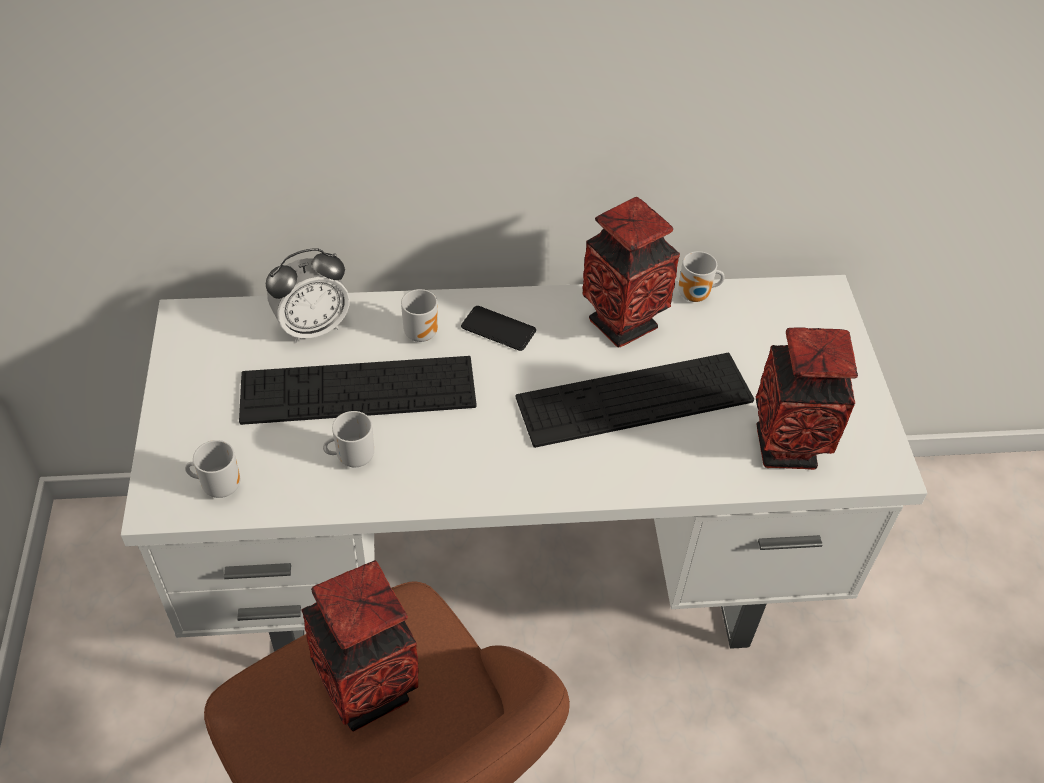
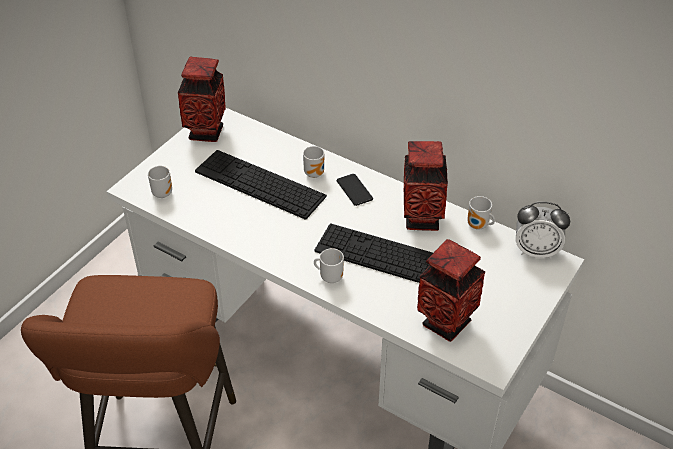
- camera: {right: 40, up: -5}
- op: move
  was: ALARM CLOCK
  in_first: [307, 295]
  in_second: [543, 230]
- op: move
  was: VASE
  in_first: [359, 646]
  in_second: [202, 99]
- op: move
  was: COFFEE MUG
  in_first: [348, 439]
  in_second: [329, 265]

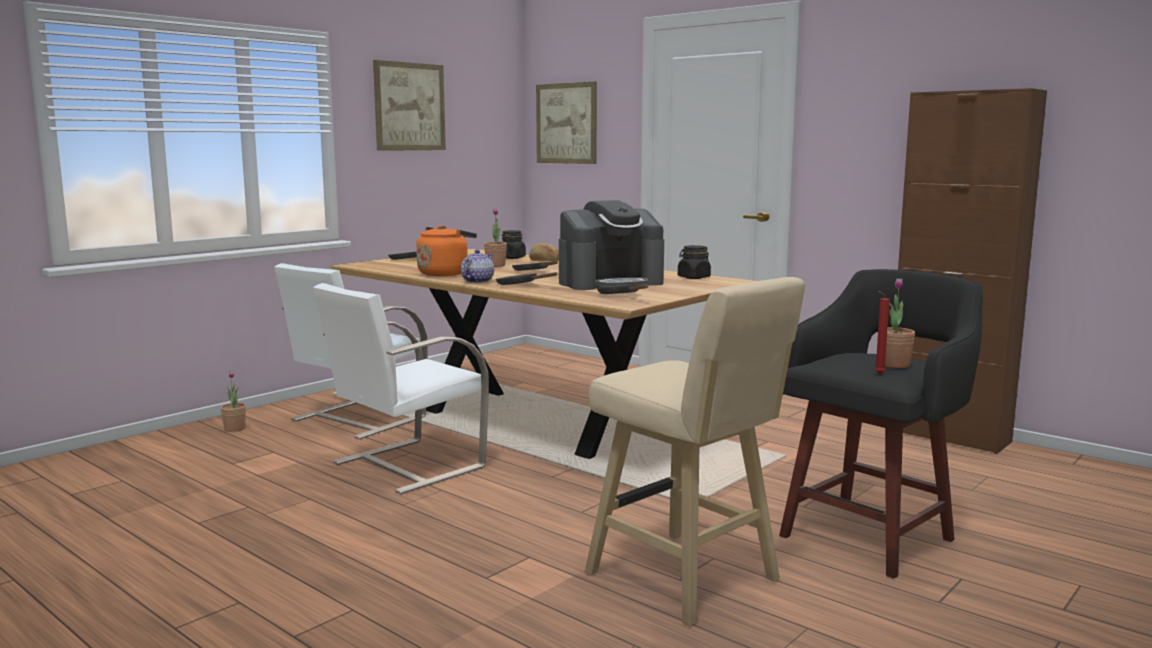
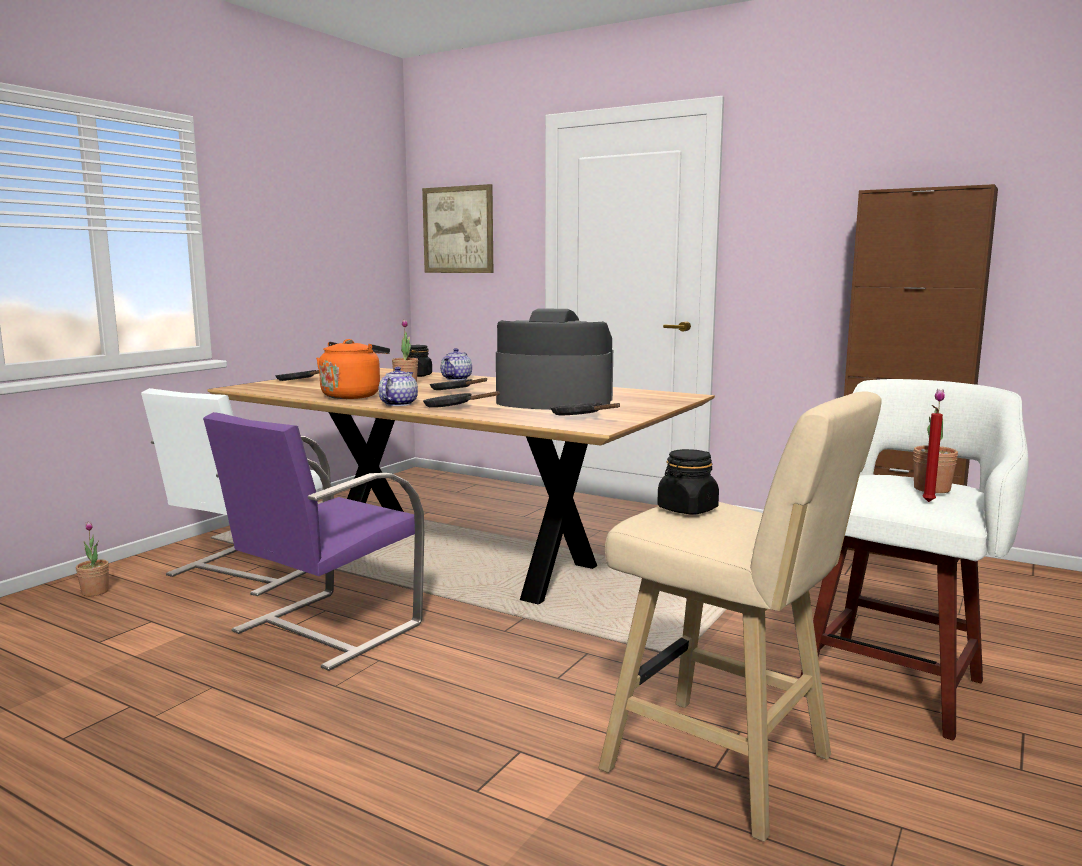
- camera: {right: -10, up: 0}
- op: delete
  was: PICTURE
  in_first: [409, 105]
- op: move
  was: BLACKISH JAR
  in_first: [694, 262]
  in_second: [688, 481]
- op: replace
  was: BAKED BREAD
  now: TEAPOT
  in_first: [544, 252]
  in_second: [456, 364]
- op: recolor
  was: WHITE CHAIR
  now: PURPLE-COLOURED CHAIR
  in_first: [401, 388]
  in_second: [313, 541]
- op: recolor
  was: BLACKISH STOOL SEAT
  now: WHITE STOOL SEAT
  in_first: [881, 424]
  in_second: [914, 560]
- op: rotate
  was: COFFEE BREWER
  in_first: [611, 245]
  in_second: [554, 359]
  clockwise: -135

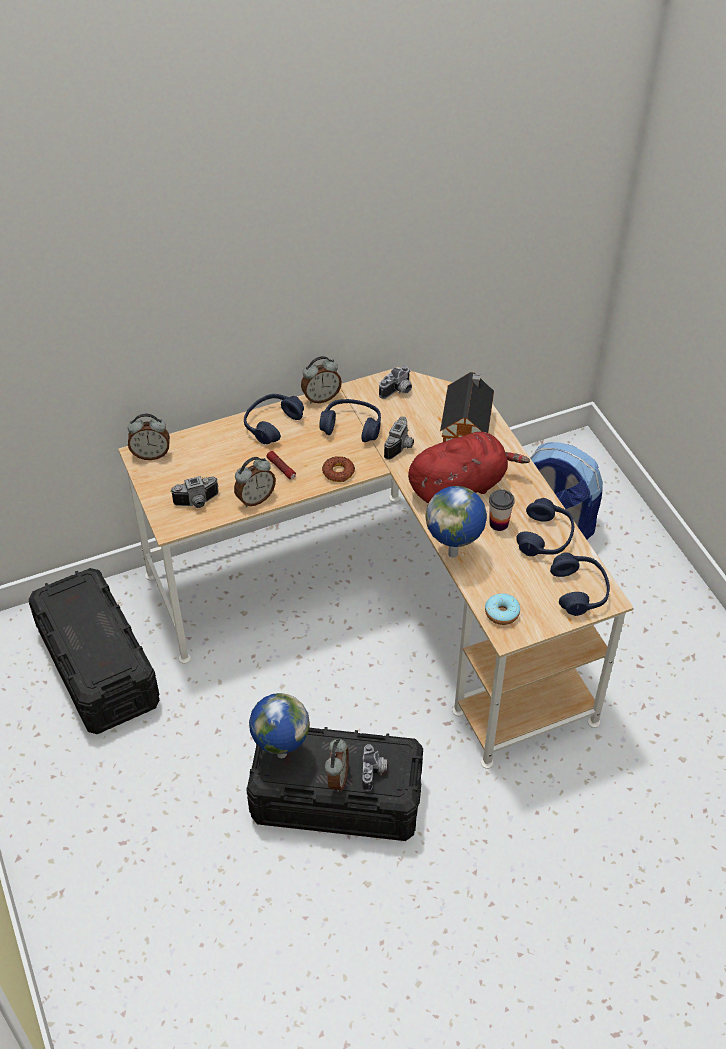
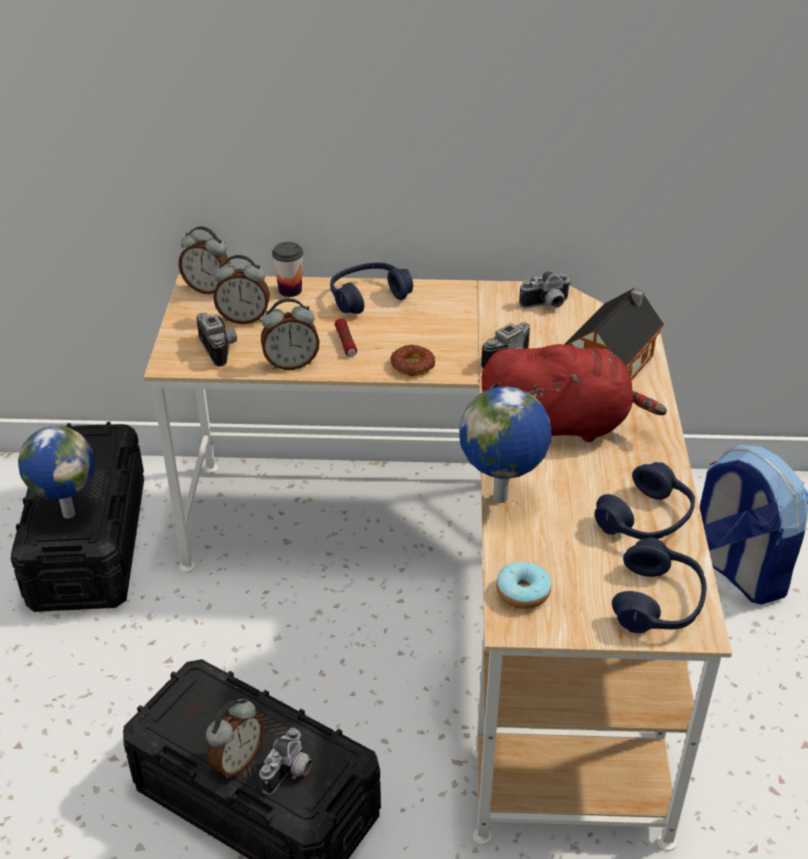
- camera: {right: 25, up: -10}
- op: delete
  was: BLUE-COLOURED HEADSET
  in_first: [350, 420]
- op: move
  was: GLOBE
  in_first: [279, 725]
  in_second: [56, 472]
- op: move
  was: ALARM CLOCK
  in_first: [321, 379]
  in_second: [241, 289]
- op: move
  was: DRINKING CUP
  in_first: [502, 510]
  in_second: [287, 269]
- op: rotate
  was: STILL CAMERA
  in_first: [194, 492]
  in_second: [216, 340]
  clockwise: -120

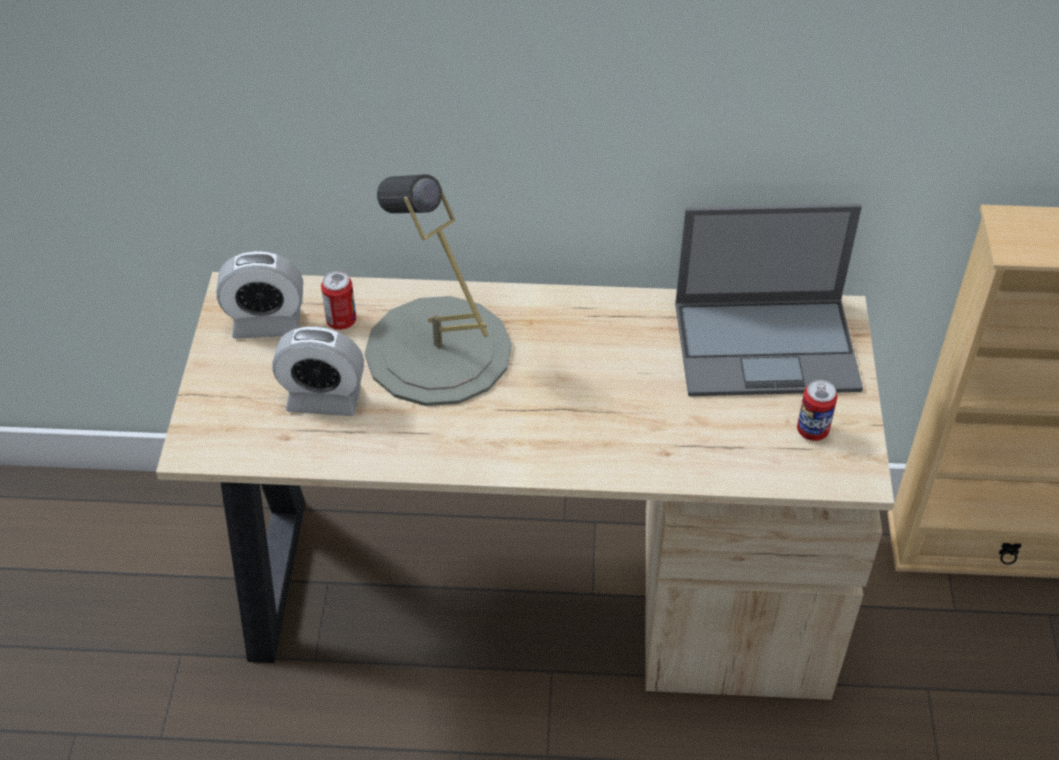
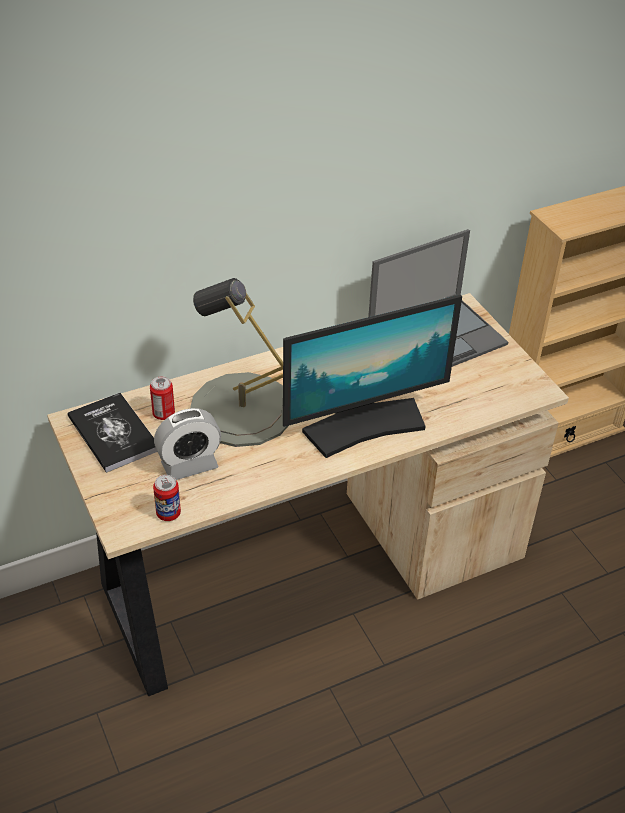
- camera: {right: -30, up: -5}
- op: insert
  now: COMPUTER DISPLAY
  in_second: [372, 376]
- op: move
  was: METAL CAN
  in_first: [817, 410]
  in_second: [167, 498]
- op: replace
  was: ALARM CLOCK
  now: VOLUME
  in_first: [260, 295]
  in_second: [112, 433]

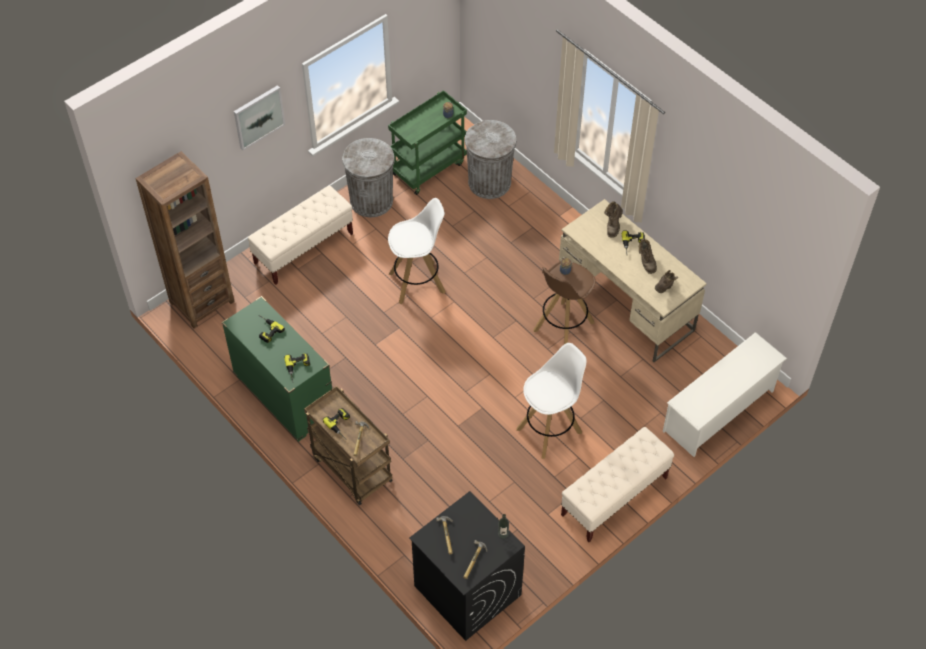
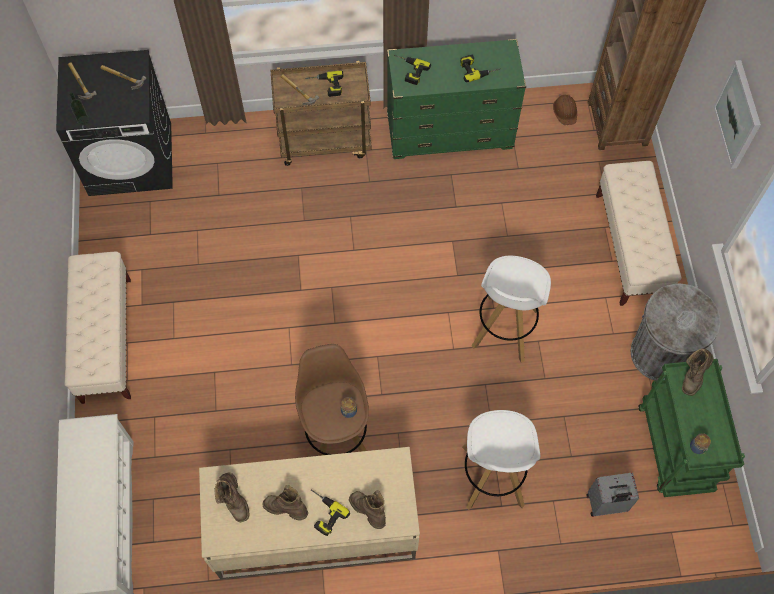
- camera: {right: 125, up: 10}
- op: insert
  now: BROWN HARD HAT
  in_second: [565, 110]
- op: insert
  now: BROWN HIGH-TOP BOOT
  in_second: [698, 372]
- op: move
  was: WHITE STOOL SEAT
  in_first: [551, 401]
  in_second: [501, 460]
- op: replace
  was: GREY WASTE BIN
  now: GREY PIECE OF LUGGAGE
  in_first: [491, 159]
  in_second: [612, 495]

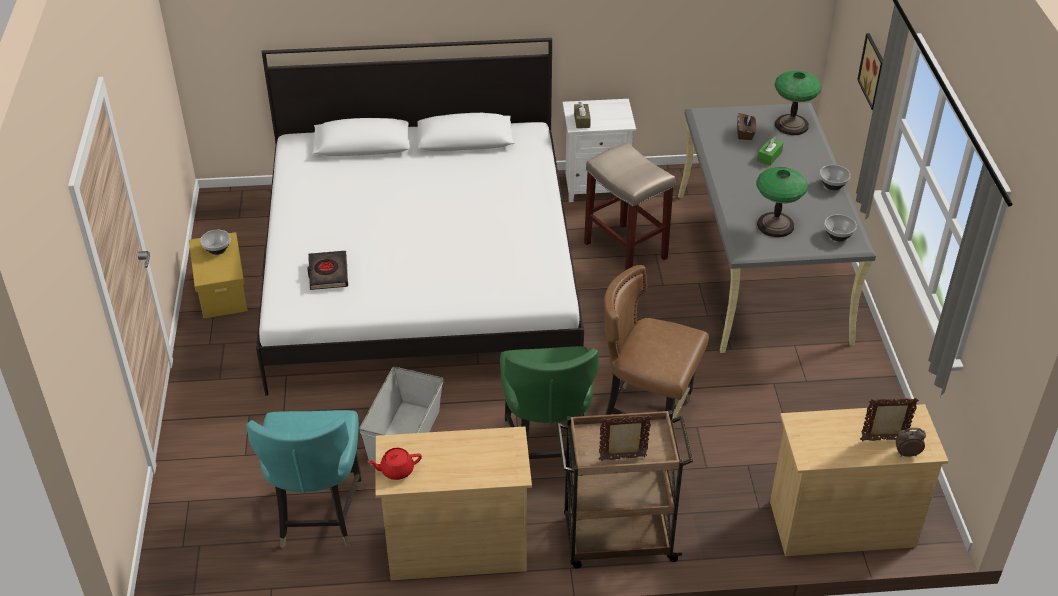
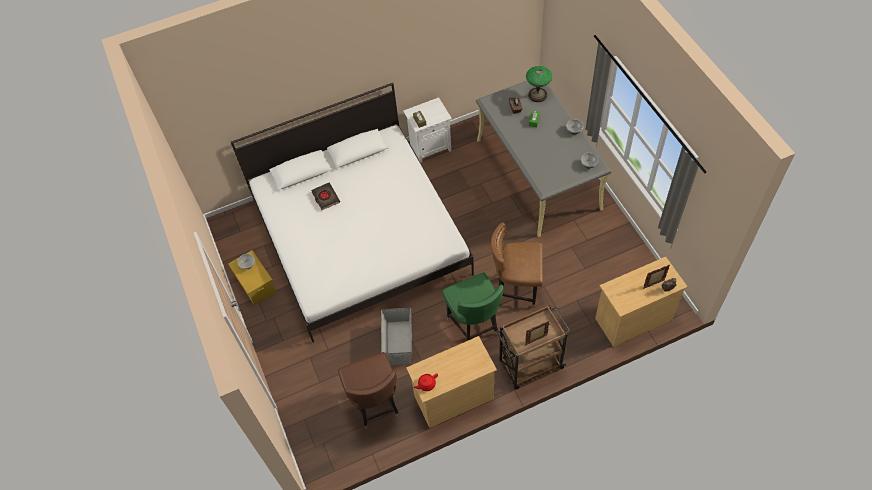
- camera: {right: -15, up: 15}
- op: delete
  was: BEIGE-COLOURED STOOL SEAT
  in_first: [629, 206]
- op: delete
  was: TABLE LAMP
  in_first: [782, 202]
- op: delete
  was: PICTURE
  in_first: [870, 71]
- op: move
  was: BLACKISH VOLUME
  in_first: [328, 270]
  in_second: [325, 196]
- op: recolor
  was: TURQUOISE CHAIR
  now: BROWN CHAIR
  in_first: [304, 479]
  in_second: [369, 390]

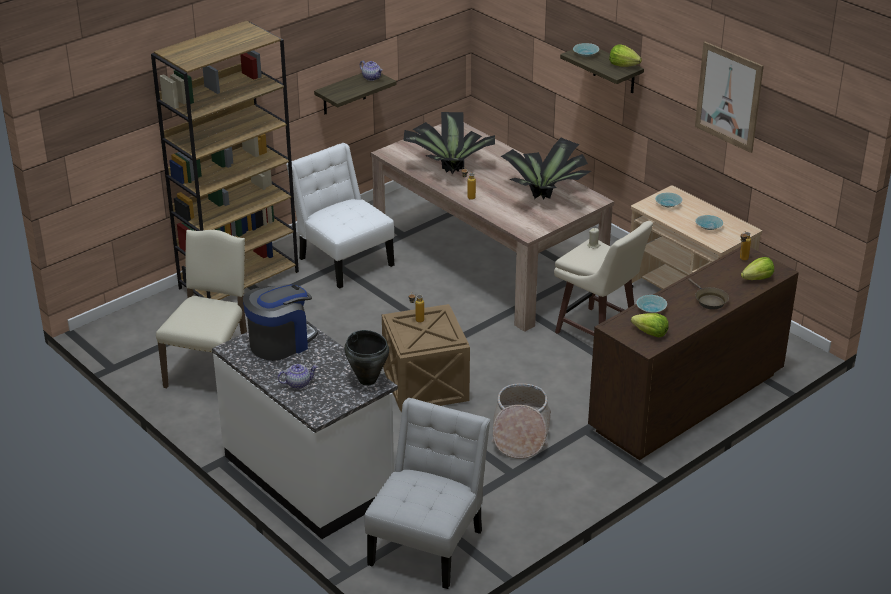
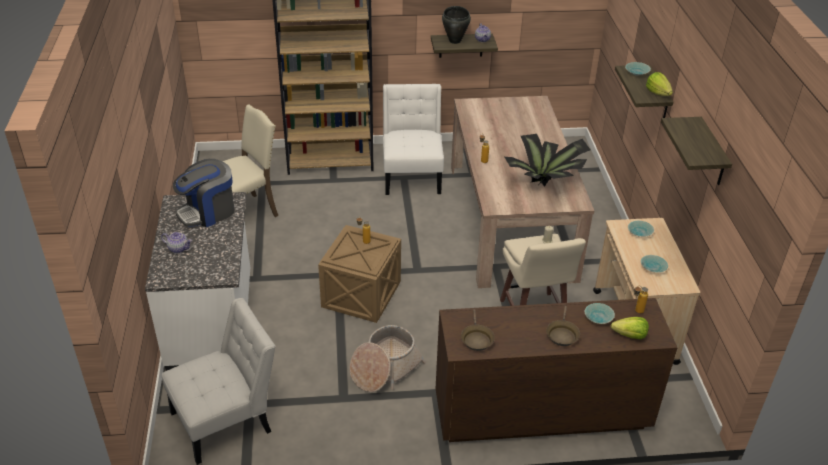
- camera: {right: 35, up: 5}
- op: delete
  was: POTTED PLANT
  in_first: [449, 143]
- op: move
  was: BLACKISH SAUCEPOT
  in_first: [366, 357]
  in_second: [456, 25]
- op: move
  was: TURQUOISE BOWL
  in_first: [651, 304]
  in_second: [600, 313]
- op: replace
  was: HEAD OF LETTUCE
  now: BROWN PAN
  in_first: [650, 325]
  in_second: [478, 330]
- op: replace
  was: PICTURE
  now: BRACKET SHELF
  in_first: [729, 97]
  in_second: [696, 151]
- op: rotate
  was: COFFEE BREWER
  in_first: [280, 322]
  in_second: [203, 193]
  clockwise: 150

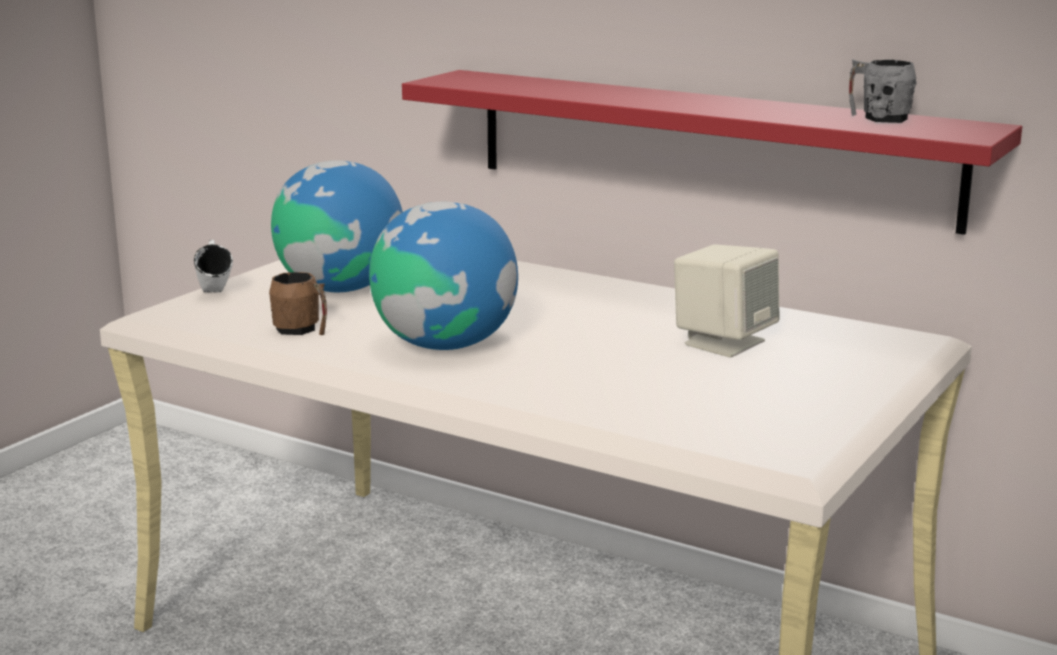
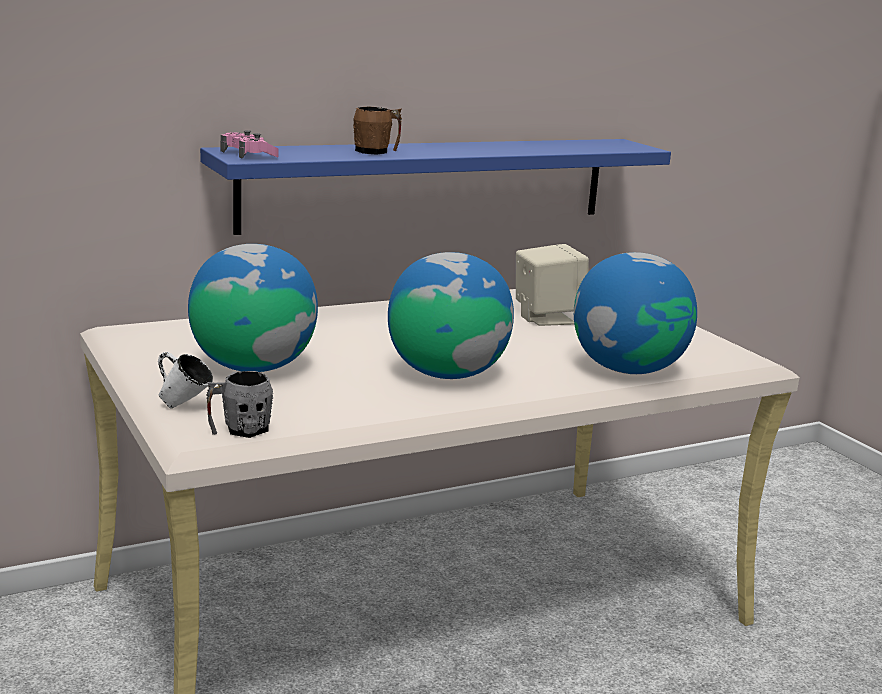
- camera: {right: -60, up: 0}
- op: insert
  now: PINK-COLOURED GAME CONTROLLER
  in_second: [249, 144]
- op: insert
  now: GLOBE
  in_second: [635, 313]
- op: move
  was: BROWN COFFEE MUG
  in_first: [298, 303]
  in_second: [377, 131]
- op: move
  was: GREY COFFEE MUG
  in_first: [883, 91]
  in_second: [239, 404]
- op: recolor
  was: RED-COLOURED BRACKET SHELF
  now: BLUE-COLOURED BRACKET SHELF
  in_first: [712, 152]
  in_second: [435, 187]

